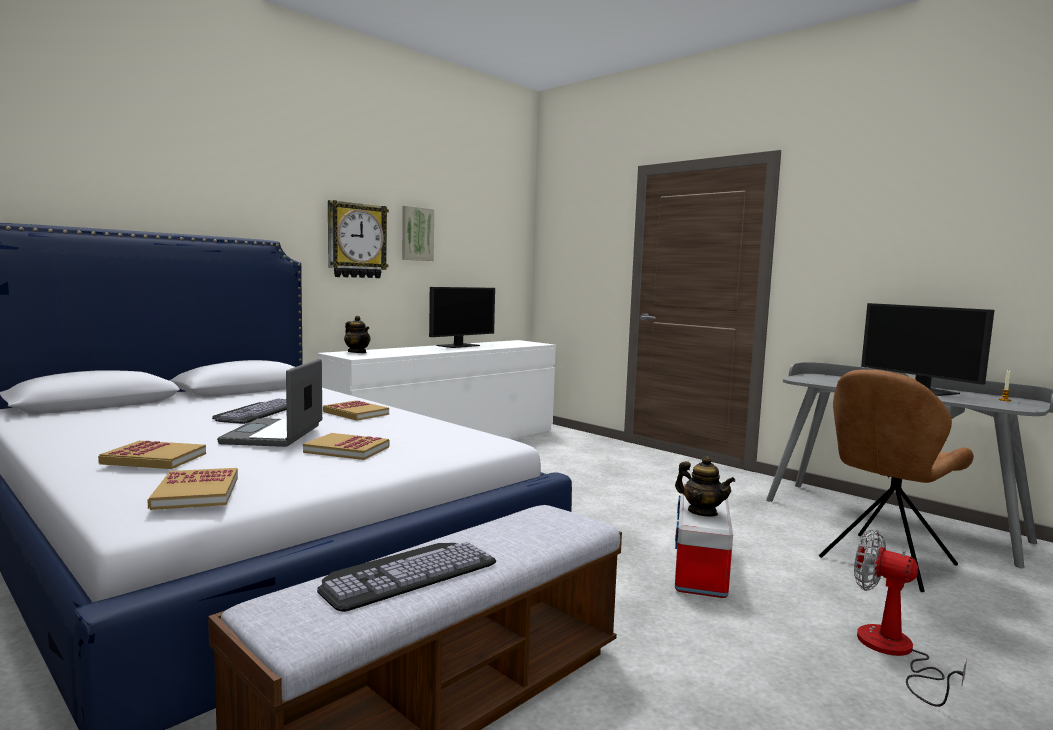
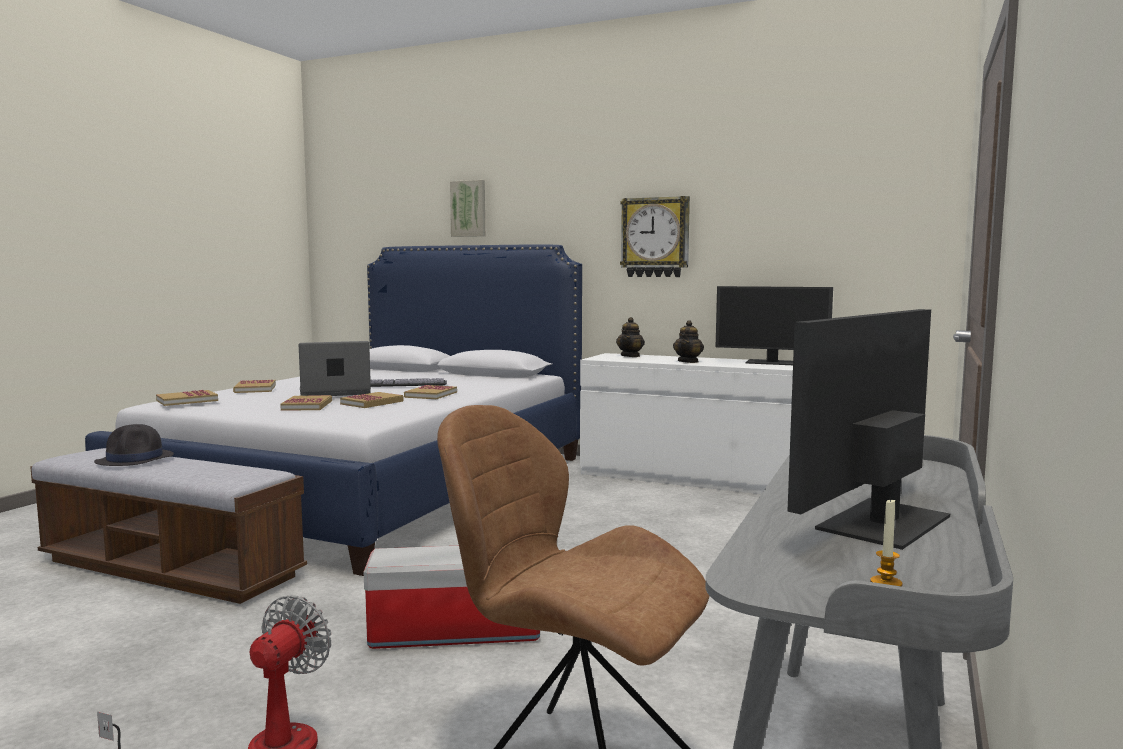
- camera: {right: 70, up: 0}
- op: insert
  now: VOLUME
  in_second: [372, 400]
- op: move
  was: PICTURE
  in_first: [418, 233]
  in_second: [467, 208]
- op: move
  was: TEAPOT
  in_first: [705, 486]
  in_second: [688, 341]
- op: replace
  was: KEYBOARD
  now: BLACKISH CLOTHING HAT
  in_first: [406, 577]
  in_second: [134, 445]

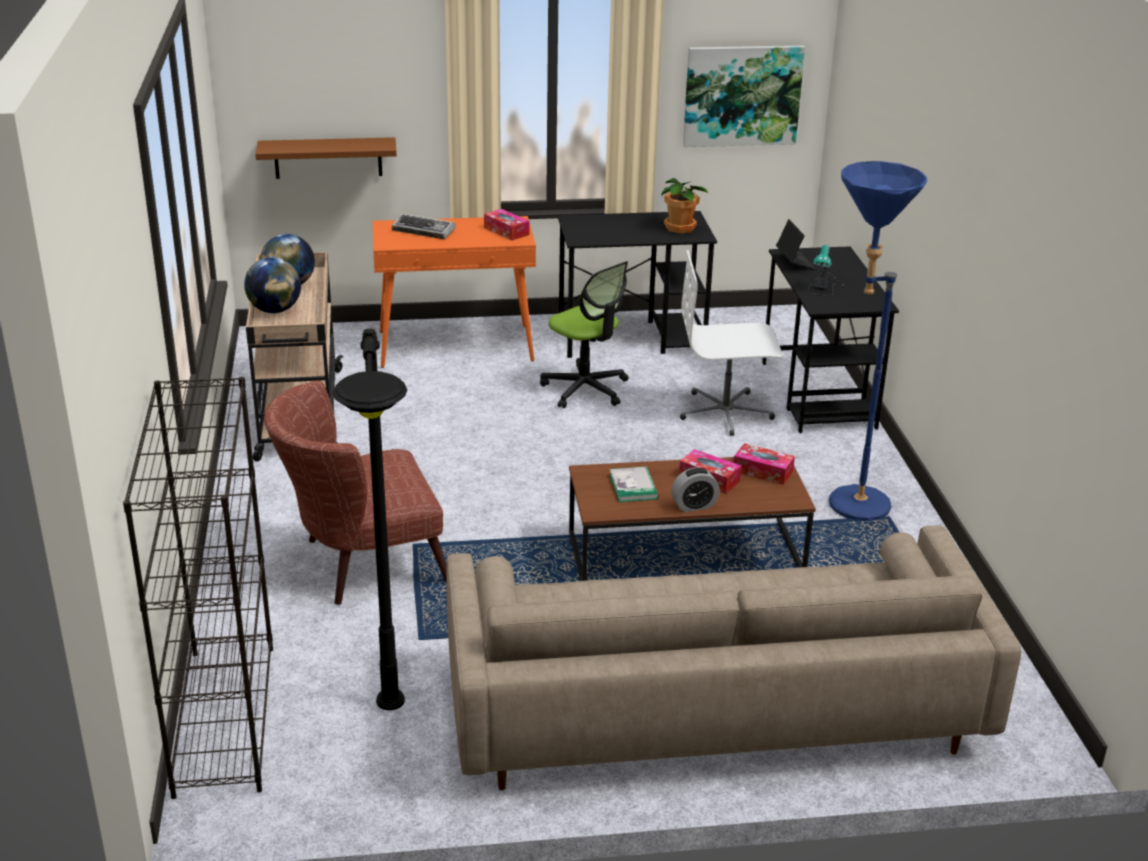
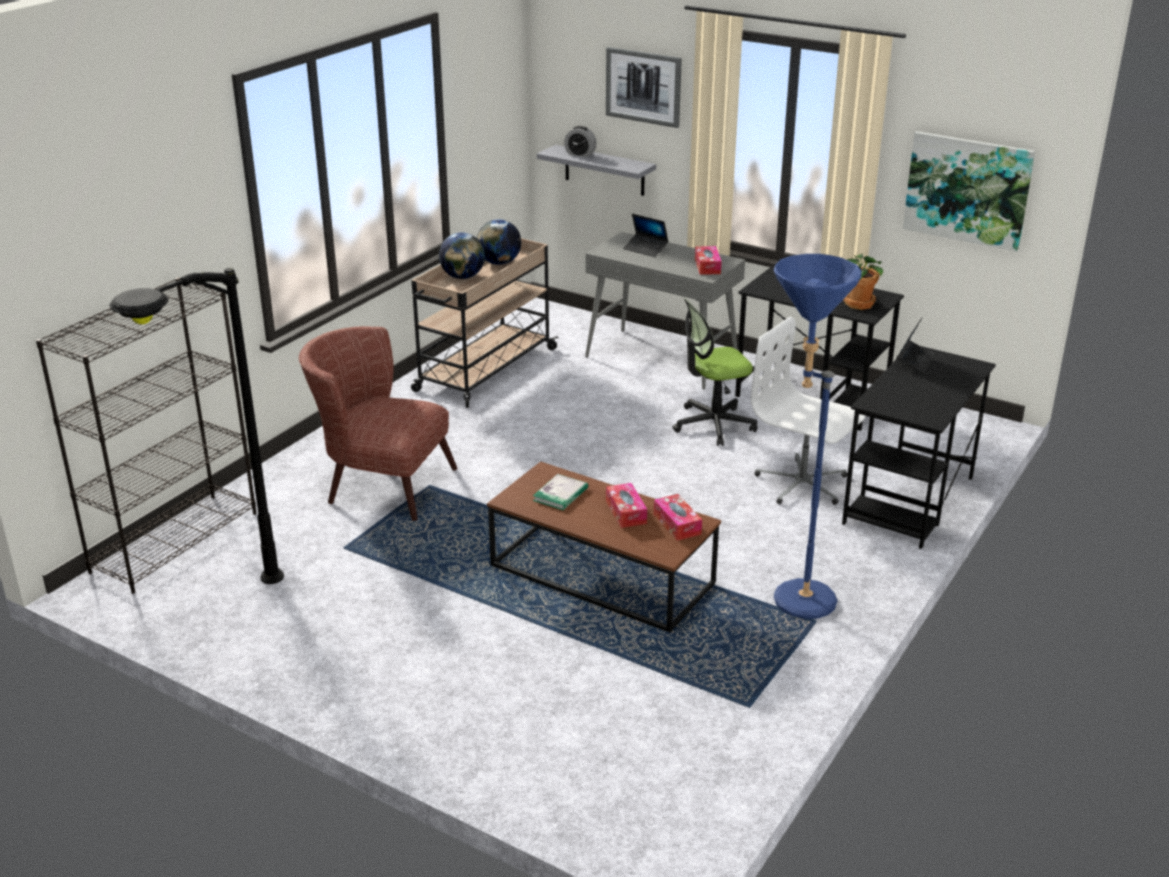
- camera: {right: 40, up: 0}
- op: delete
  was: BEIGE-COLOURED SETTEE
  in_first: [733, 657]
- op: delete
  was: TABLE LAMP
  in_first: [826, 270]
- op: insert
  now: PICTURE
  in_second: [644, 87]
- op: move
  was: ALARM CLOCK
  in_first: [695, 489]
  in_second: [580, 141]
- op: replace
  was: KEYBOARD
  now: NOTEBOOK COMPUTER
  in_first: [424, 226]
  in_second: [646, 235]
- op: recolor
  was: BROWN BRACKET SHELF
  now: GREY BRACKET SHELF
  in_first: [326, 158]
  in_second: [596, 170]
- op: recolor
  was: ORANGE-COLOURED NARROW TABLE
  now: GREY NARROW TABLE
  in_first: [454, 292]
  in_second: [665, 311]
- op: rotate
  was: OFFICE CHAIR
  in_first: [584, 334]
  in_second: [715, 372]
  clockwise: 75

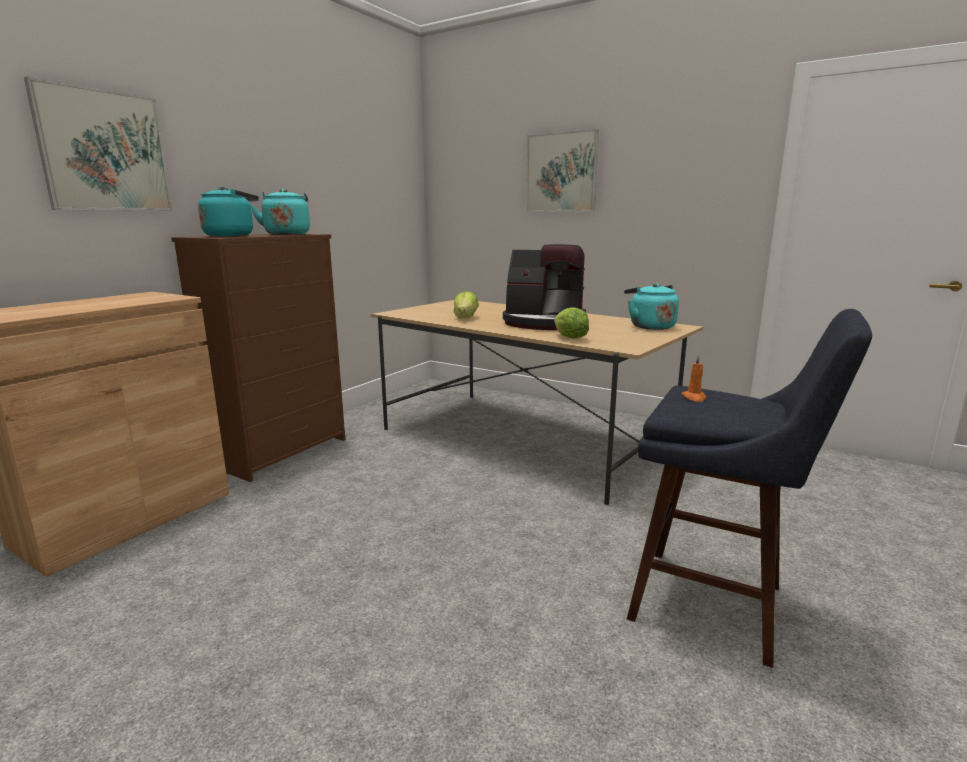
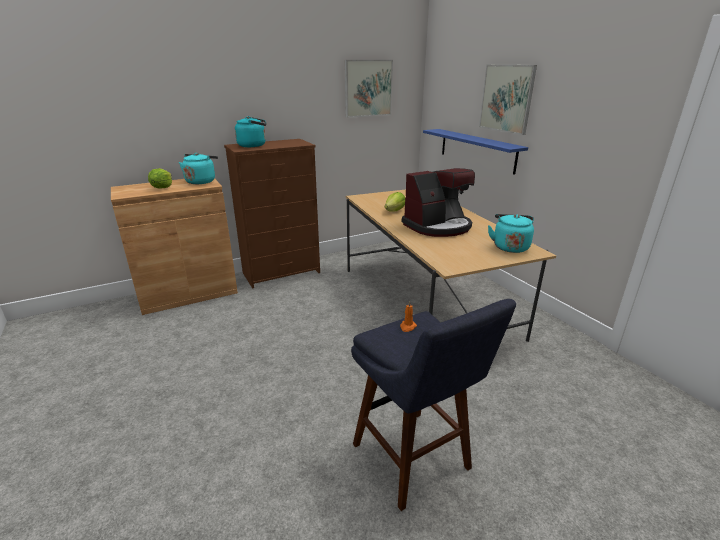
- camera: {right: 30, up: 10}
- op: insert
  now: BLUE-COLOURED BRACKET SHELF
  in_second: [475, 152]
- op: move
  was: PICTURE
  in_first: [98, 144]
  in_second: [369, 89]
- op: move
  was: TURQUOISE KETTLE
  in_first: [280, 212]
  in_second: [198, 168]
- op: move
  was: HEAD OF LETTUCE
  in_first: [571, 323]
  in_second: [160, 178]
- op: rotate
  was: COFFEE BREWER
  in_first: [544, 287]
  in_second: [438, 202]
  clockwise: -75

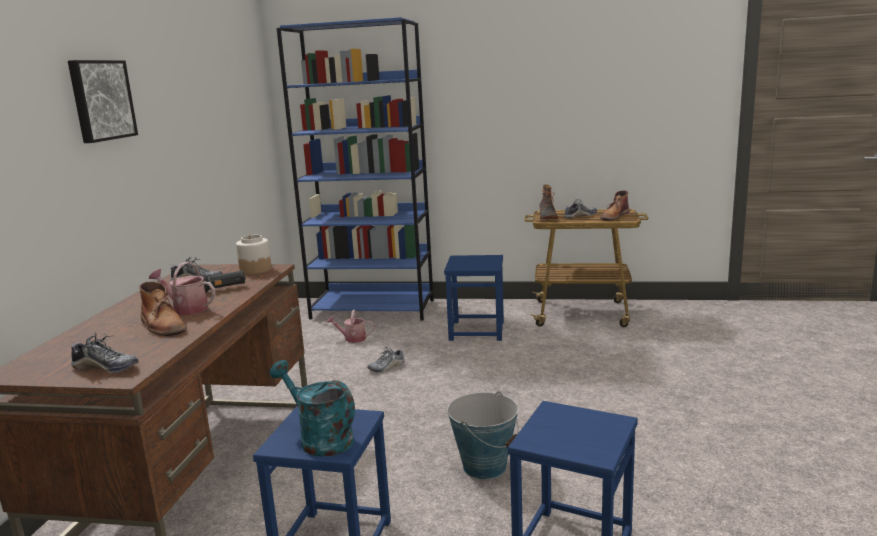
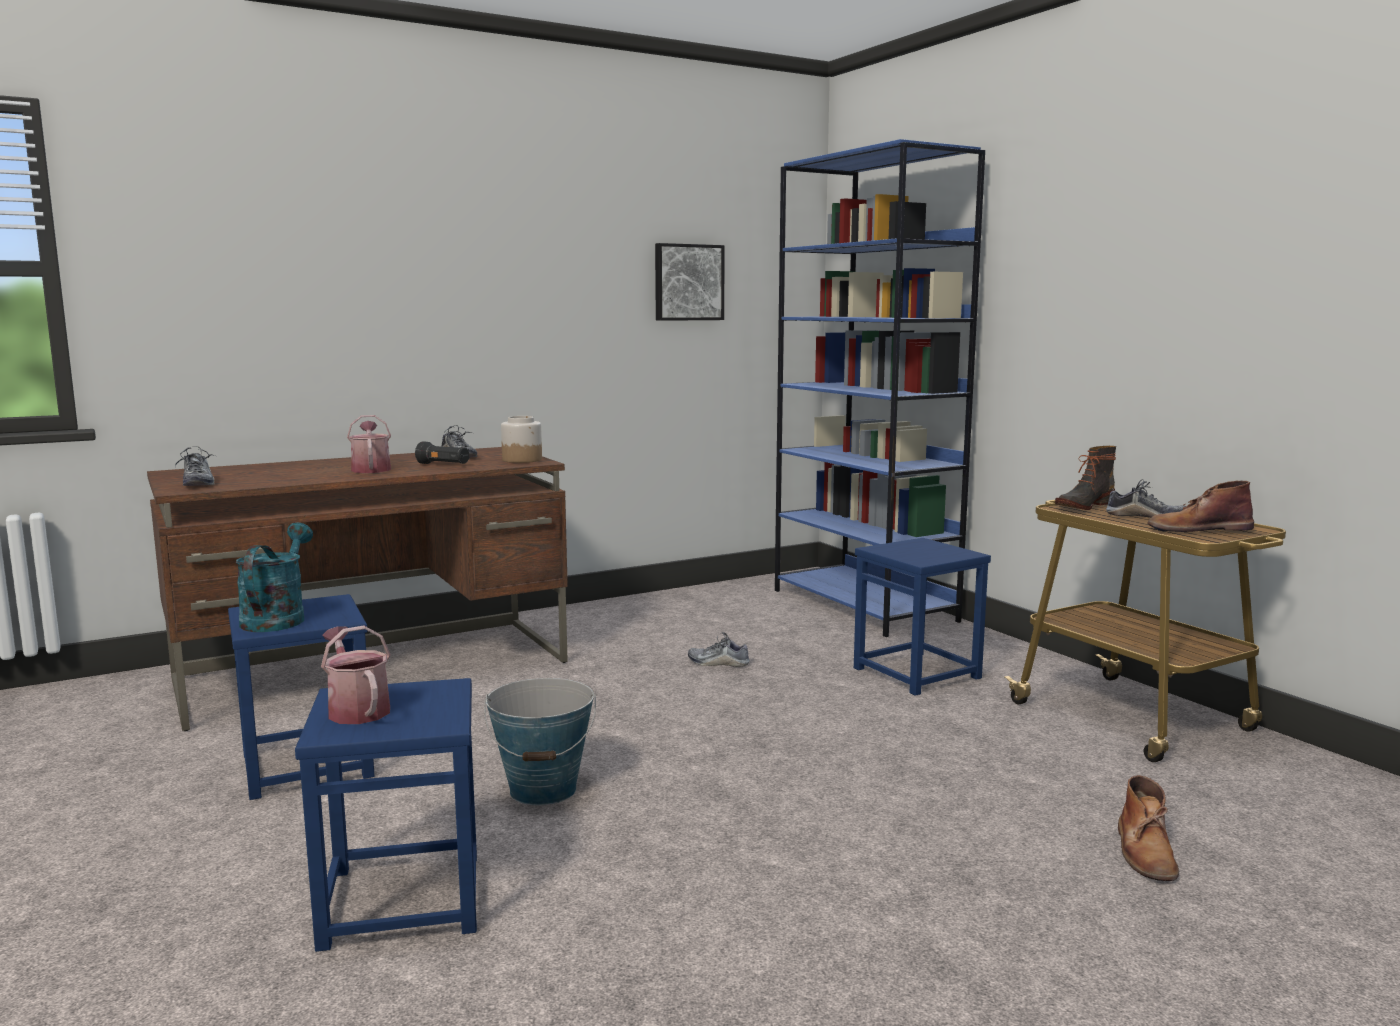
- camera: {right: 50, up: -5}
- op: move
  was: PICTURE
  in_first: [103, 101]
  in_second: [690, 282]
- op: move
  was: BROWN HIGH-TOP BOOT
  in_first: [163, 308]
  in_second: [1148, 828]
- op: move
  was: WATERING POT
  in_first: [351, 326]
  in_second: [356, 674]

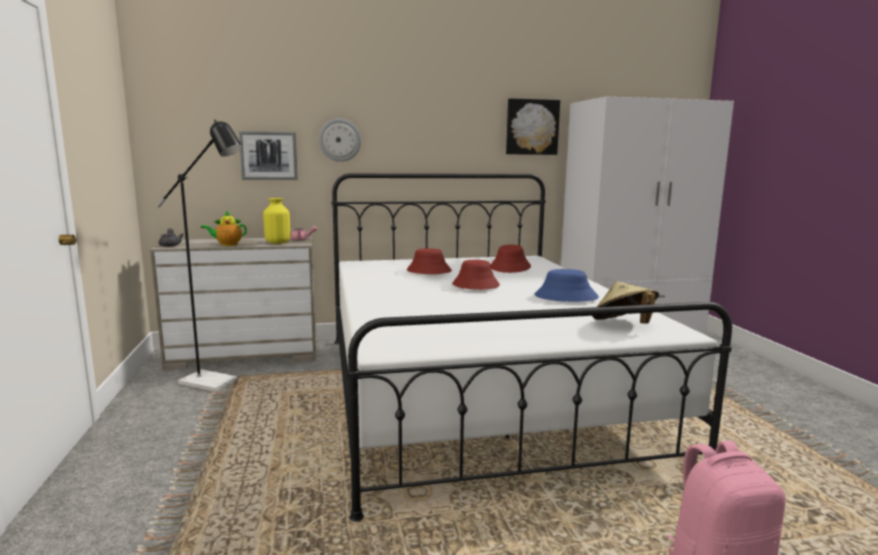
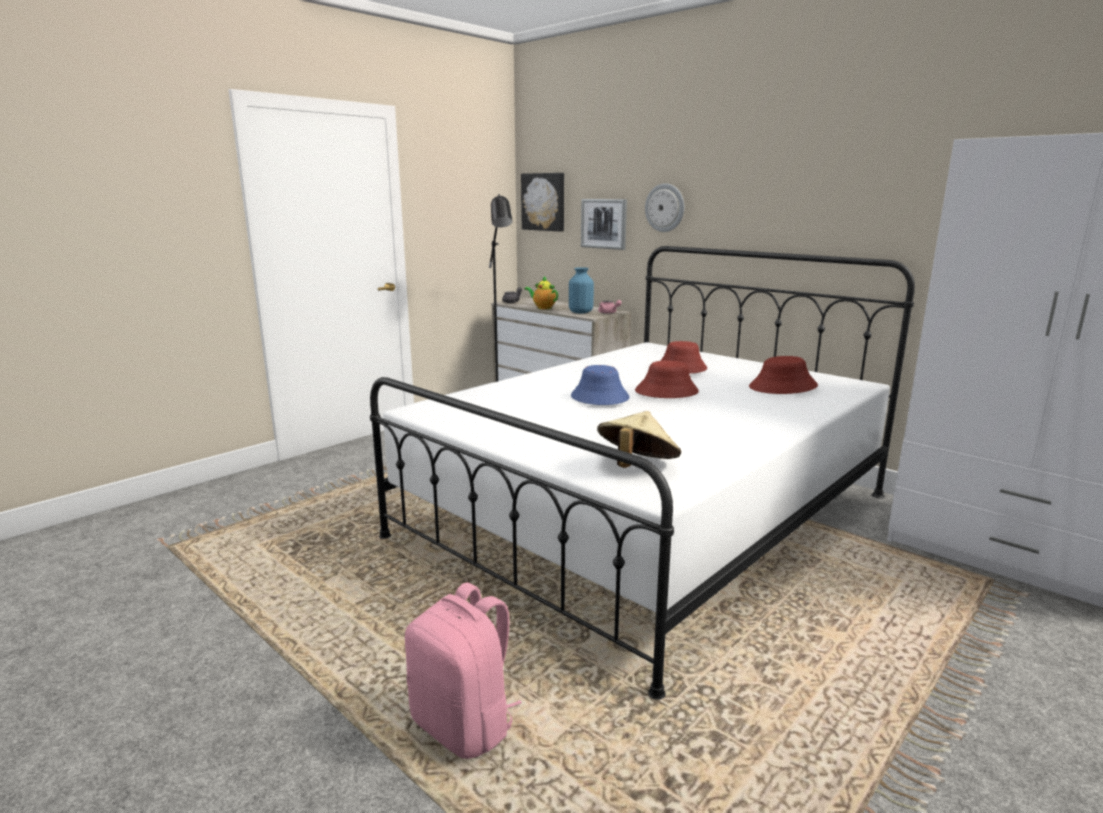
- camera: {right: 55, up: 5}
- op: move
  was: PICTURE
  in_first: [533, 126]
  in_second: [542, 202]
- op: move
  was: BLUE-COLOURED CLOTHING HAT
  in_first: [566, 285]
  in_second: [600, 385]
- op: recolor
  was: YELLOW VASE
  now: BLUE-COLOURED VASE
  in_first: [277, 221]
  in_second: [581, 290]

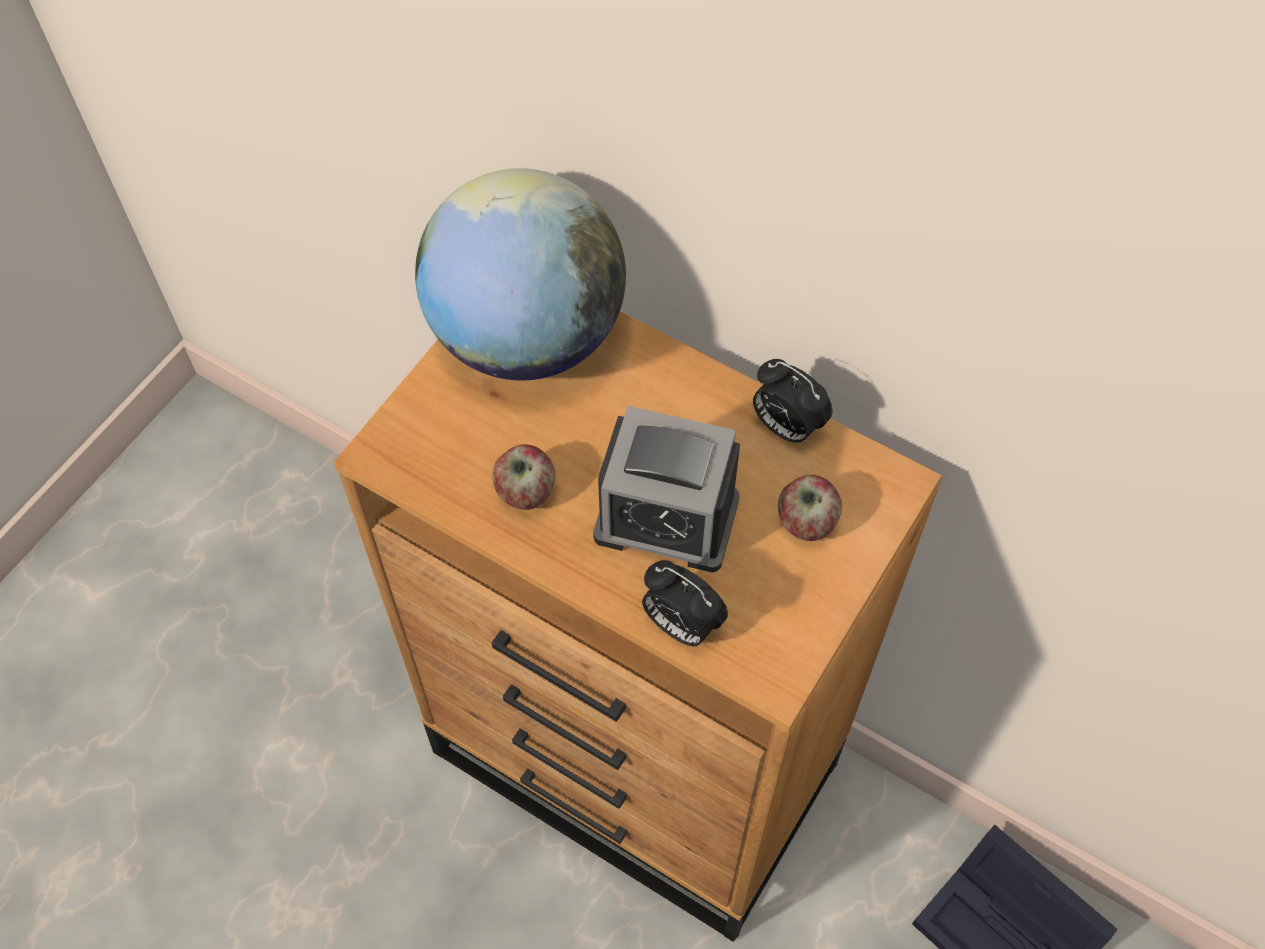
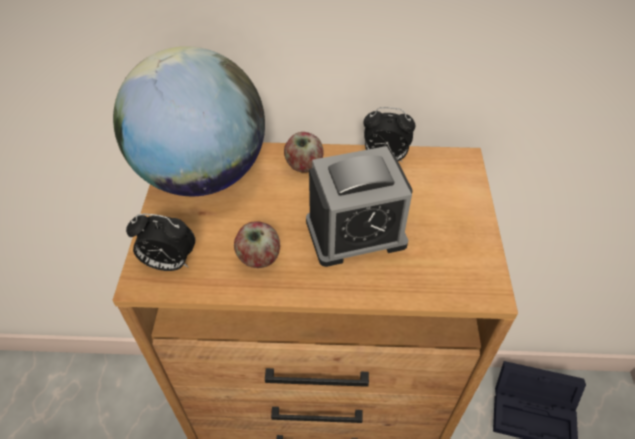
- camera: {right: -30, up: -10}
- op: move
  was: ALARM CLOCK
  in_first: [685, 603]
  in_second: [160, 242]
- op: move
  was: APPLE FRUIT
  in_first: [810, 508]
  in_second: [304, 152]

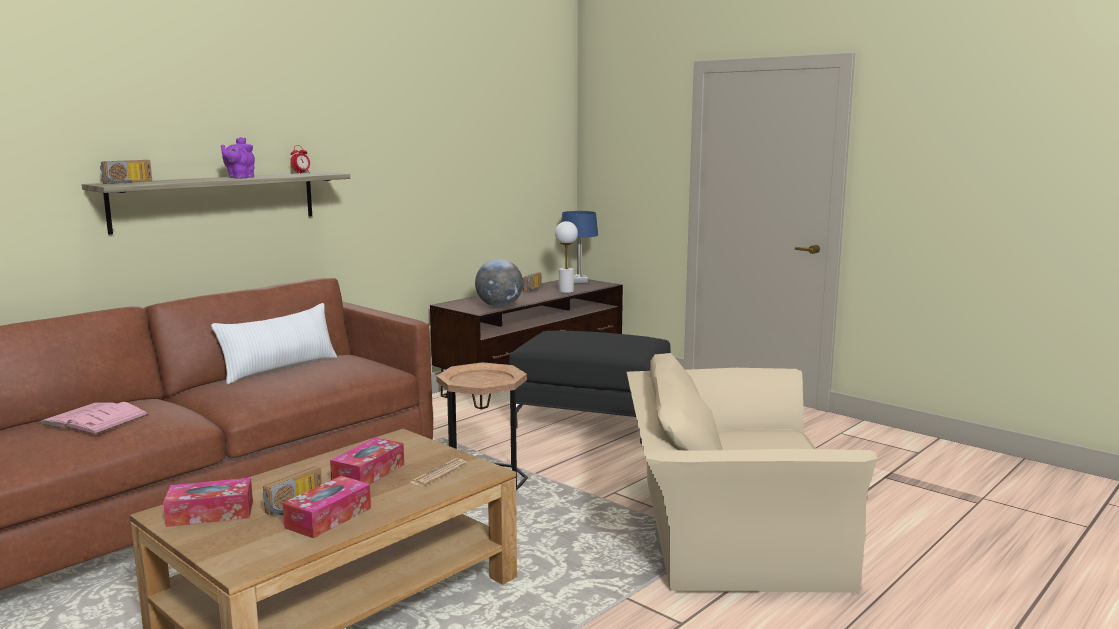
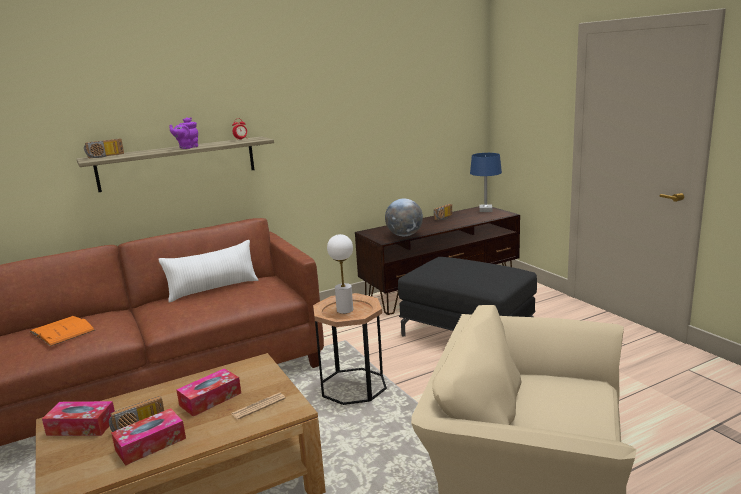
- camera: {right: 20, up: 5}
- op: move
  was: WHITE TABLE LAMP
  in_first: [566, 257]
  in_second: [340, 274]
- op: recolor
  was: PINK-COLOURED VOLUME
  now: ORANGE-COLOURED VOLUME
  in_first: [94, 418]
  in_second: [62, 331]

